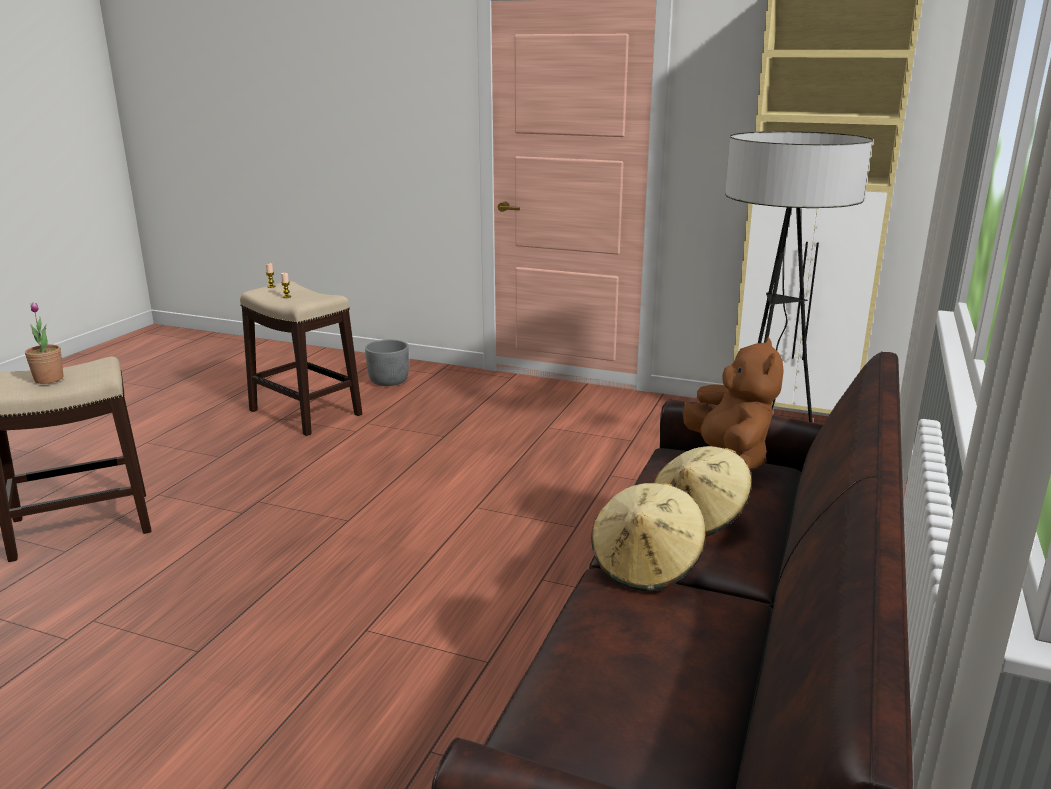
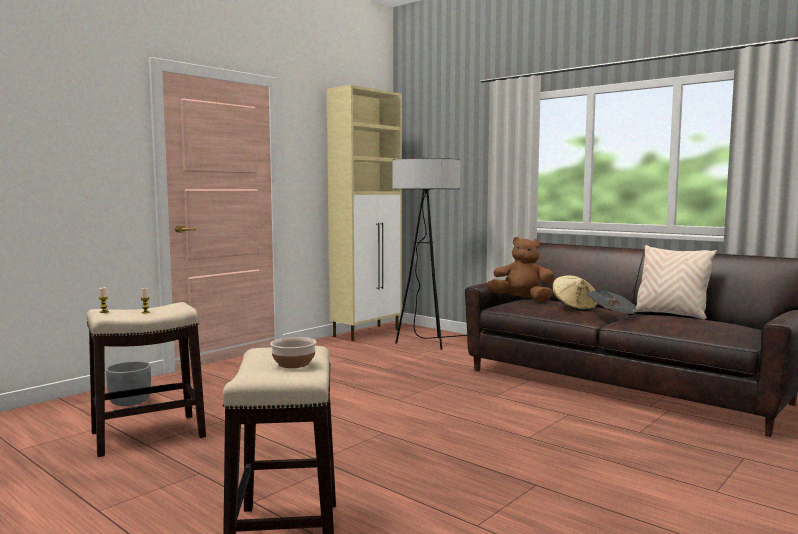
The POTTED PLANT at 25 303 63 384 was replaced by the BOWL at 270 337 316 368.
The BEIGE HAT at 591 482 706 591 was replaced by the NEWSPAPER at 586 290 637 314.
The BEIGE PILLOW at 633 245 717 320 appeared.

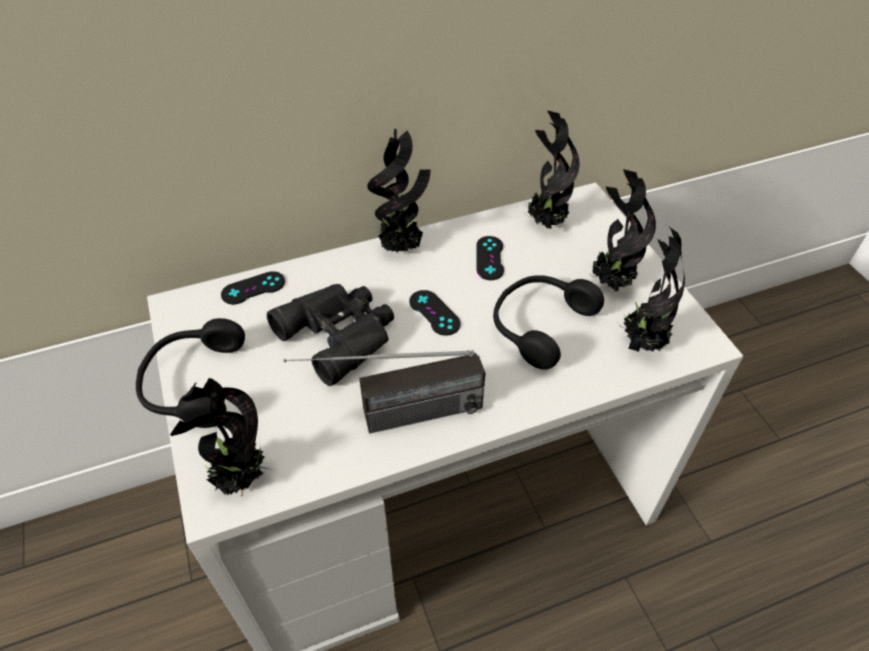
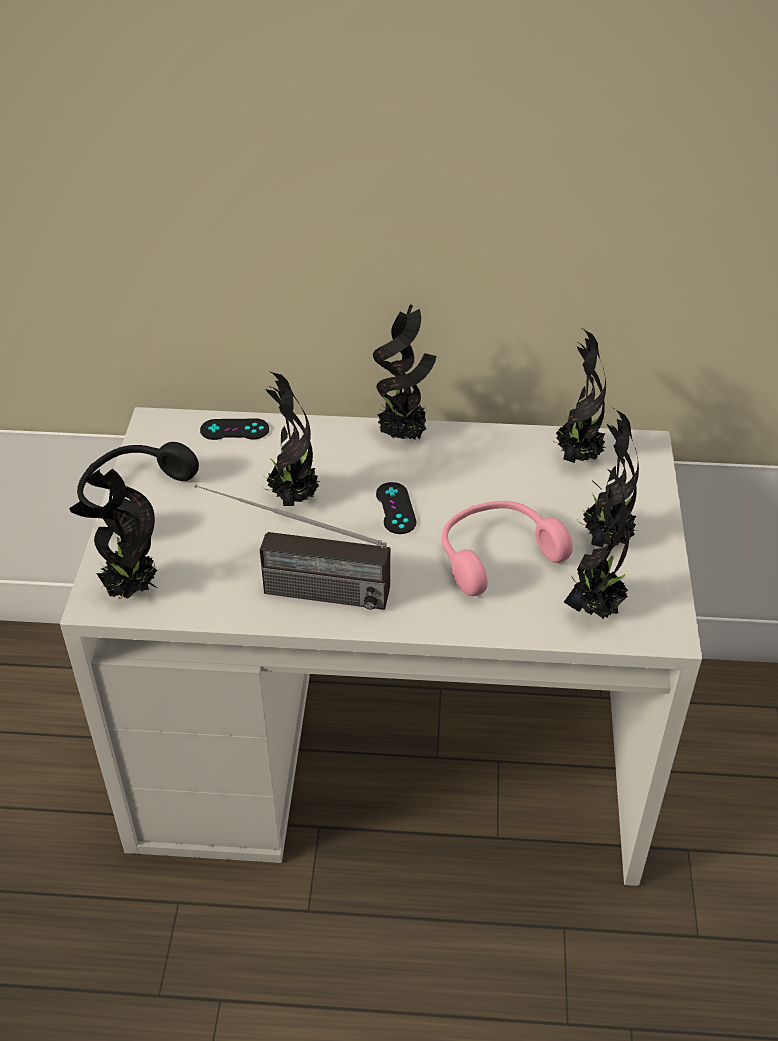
The BLACK BINOCULARS at 267 284 394 386 was replaced by the POTTED PLANT at 262 372 320 506.
The BLACK HEADPHONES at 493 275 604 370 became the PINK HEADPHONES at 442 501 573 596.
The BLACK GAME CONTROLLER at 476 236 504 280 disappeared.

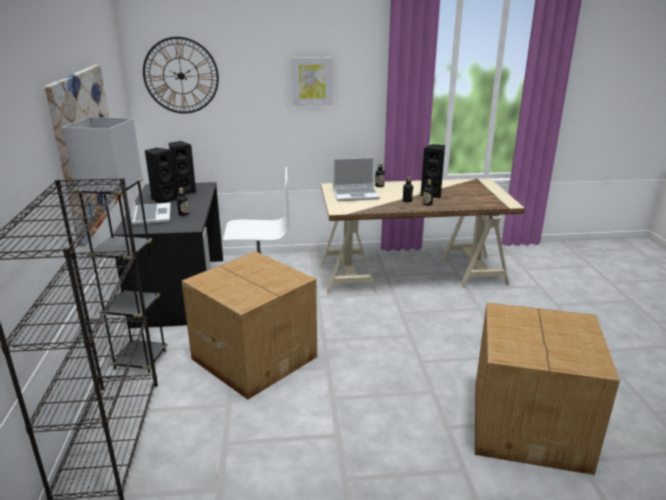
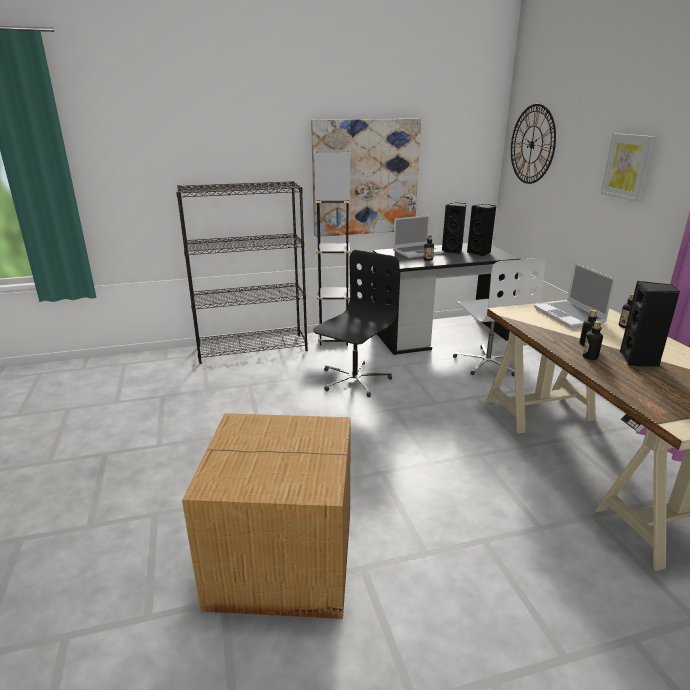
The CARDBOARD BOX at 181 251 317 400 was replaced by the BLACK OFFICE CHAIR at 313 250 400 397.

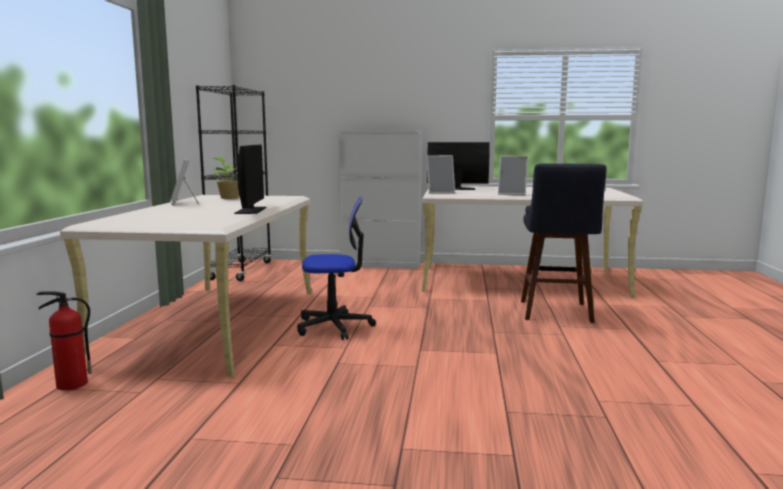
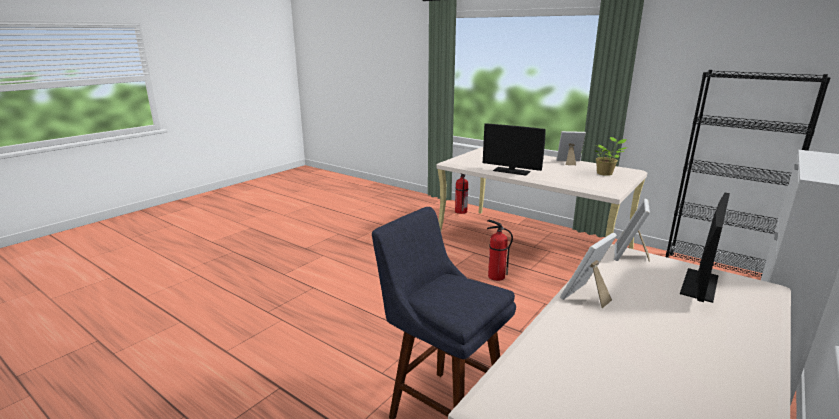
The OFFICE CHAIR at 297 197 376 340 was replaced by the FIRE EXTINGUISHER at 487 220 513 281.

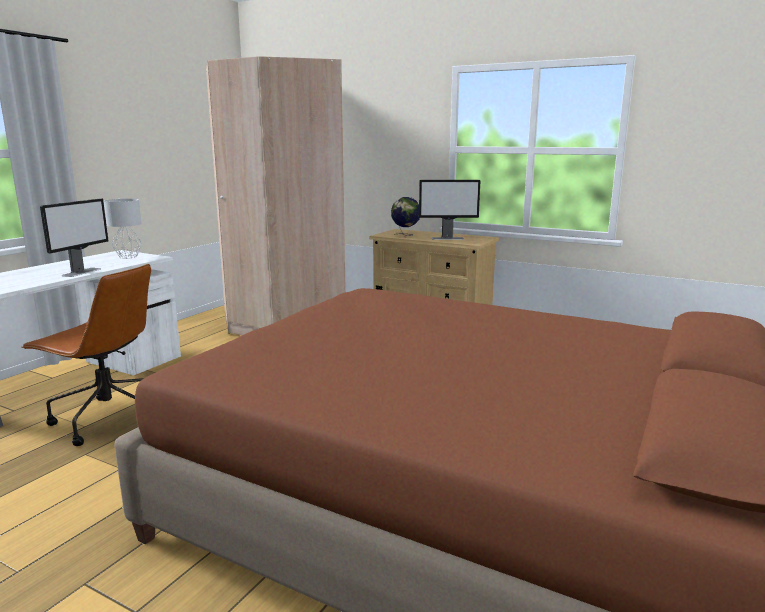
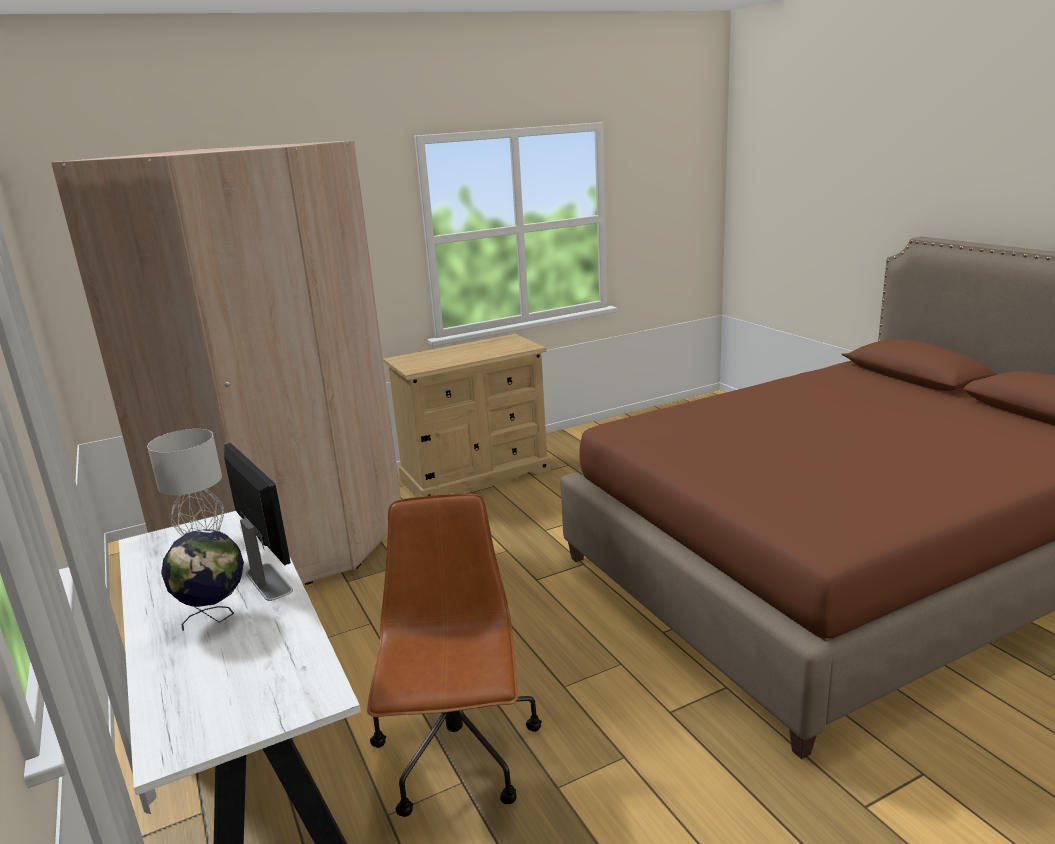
The GLOBE moved from 391 197 420 236 to 161 529 244 631.
The BROWN OFFICE CHAIR at 21 264 151 446 turned 60 degrees counterclockwise.
The MONITOR at 419 180 480 240 disappeared.

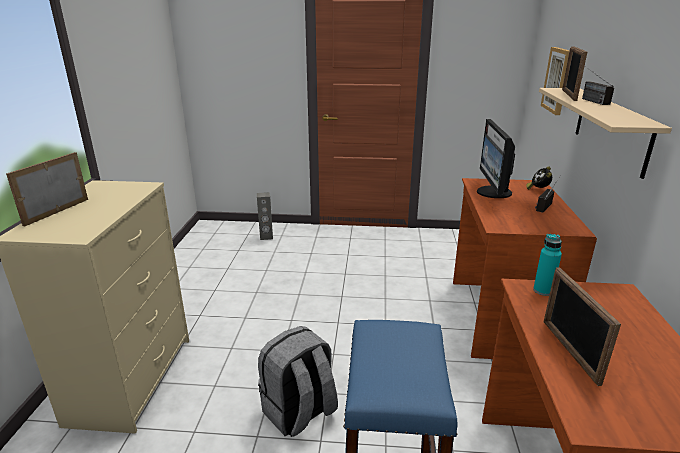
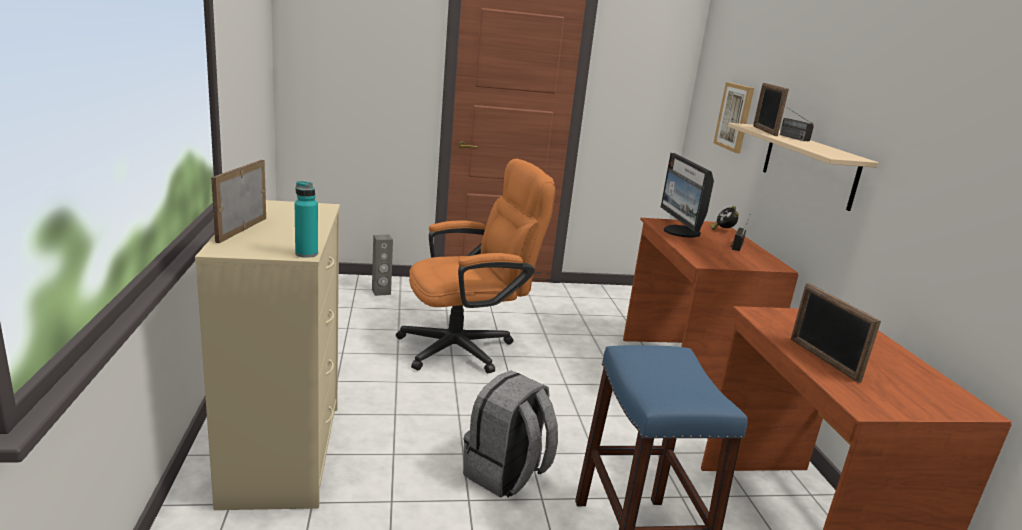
The TURQUOISE BOTTLE moved from 533 234 562 296 to 295 181 318 258.
The ORANGE OFFICE CHAIR at 396 159 555 374 appeared.

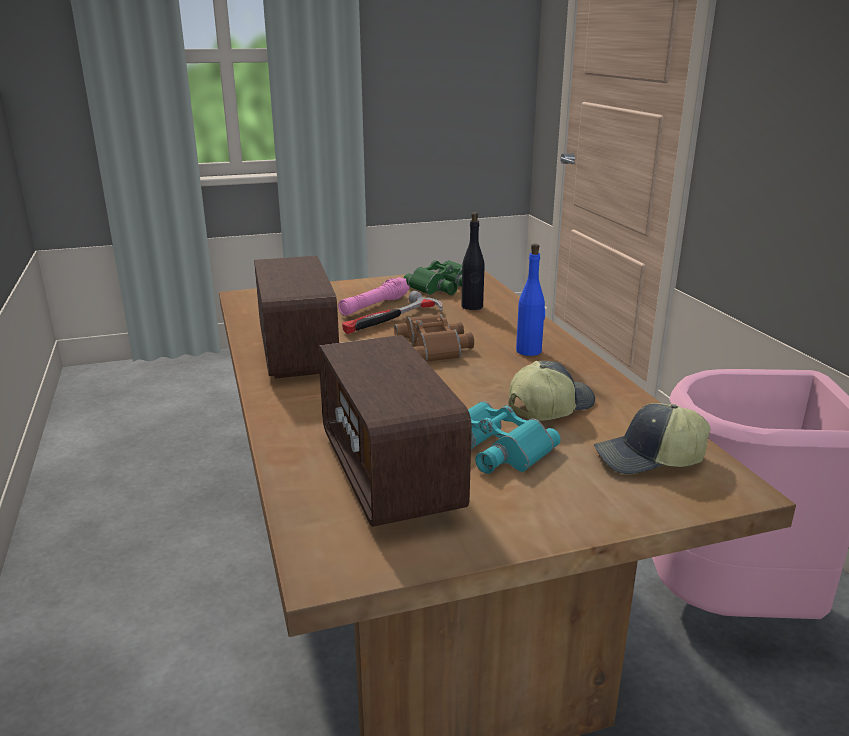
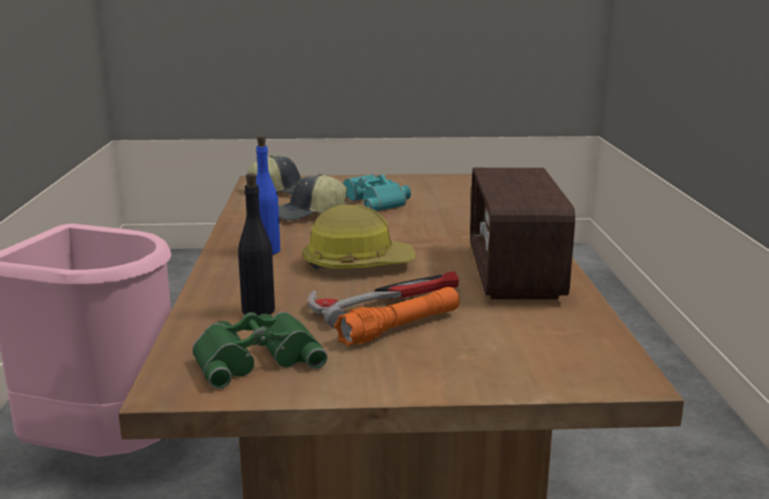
The BROWN BINOCULARS at 394 314 474 362 was replaced by the HARD HAT at 302 205 415 270.
The PINK FLASHLIGHT at 338 277 409 316 became the ORANGE FLASHLIGHT at 334 287 460 346.
The RADIO at 318 335 472 527 disappeared.

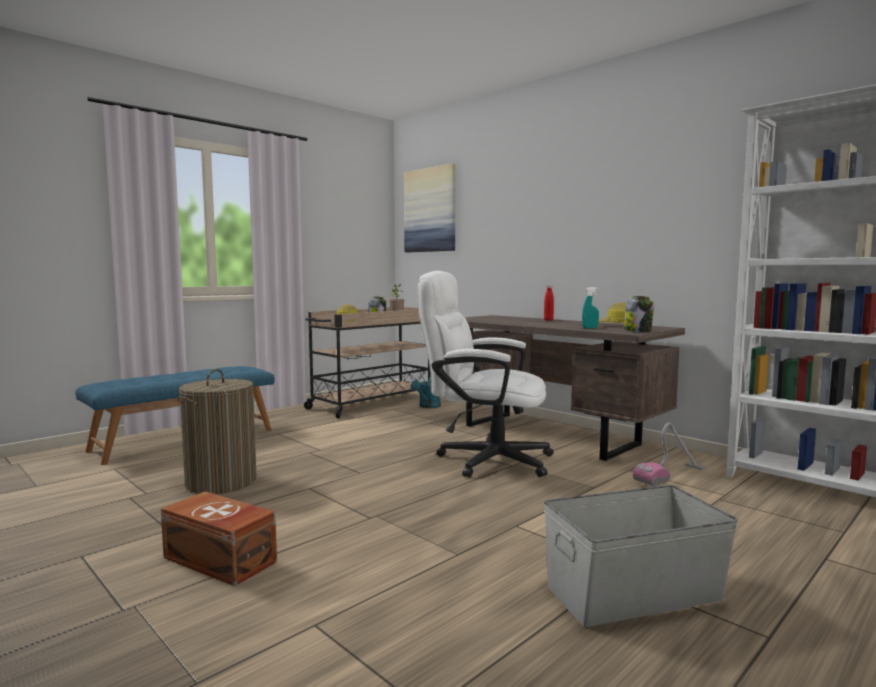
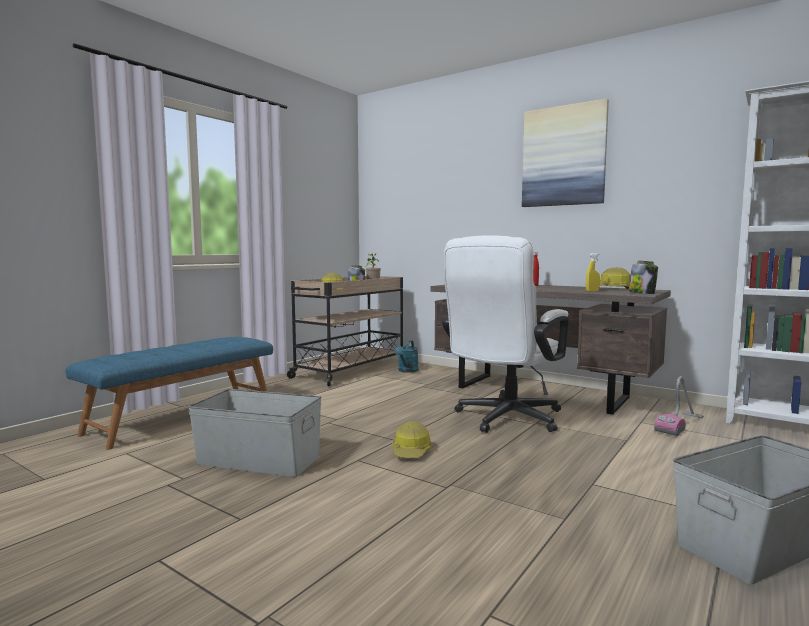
The LAUNDRY BASKET at 177 369 257 494 was replaced by the GREY STORAGE BOX at 188 389 322 477.
The HARD HAT at 392 421 432 458 appeared.
The WHITE OFFICE CHAIR at 418 271 554 478 turned 60 degrees counterclockwise.
The PICTURE moved from 404 163 455 252 to 522 98 609 207.
The TURQUOISE SPRAY BOTTLE at 582 287 599 328 became the YELLOW SPRAY BOTTLE at 586 253 600 292.
The BROWN STORAGE BOX at 161 491 277 586 disappeared.

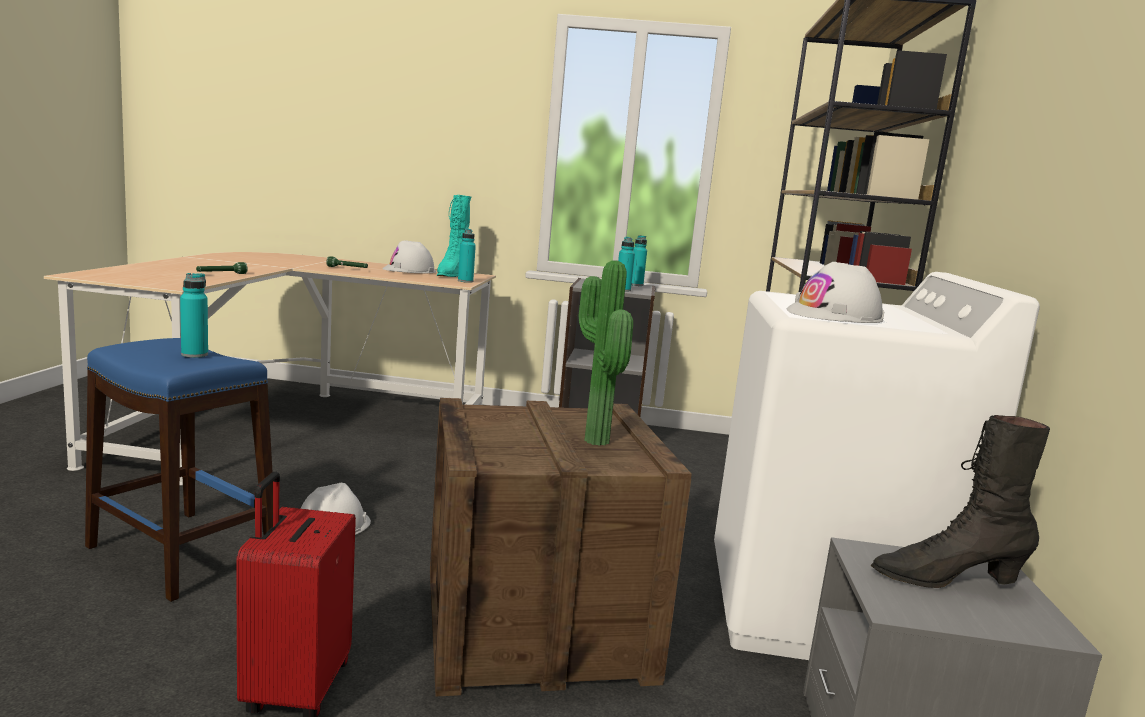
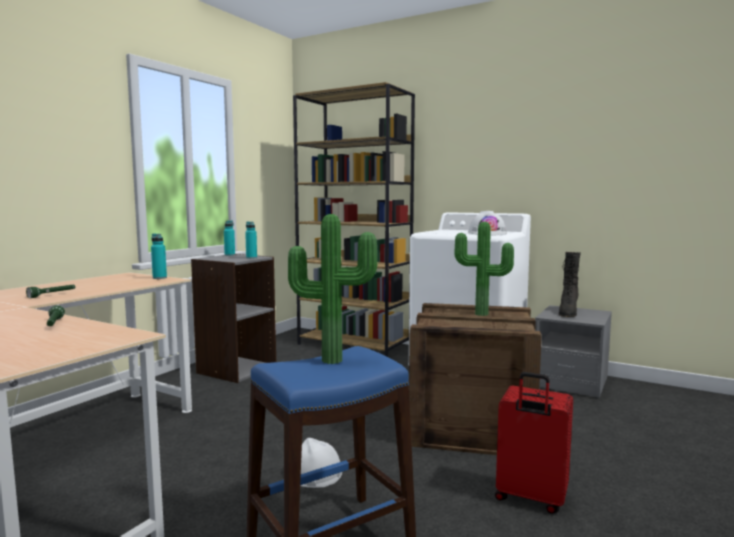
The TURQUOISE BOTTLE at 180 273 208 358 was replaced by the POTTED PLANT at 288 214 377 364.
The WHITE HARD HAT at 383 240 436 273 disappeared.
The TURQUOISE BOOT at 437 195 471 277 disappeared.

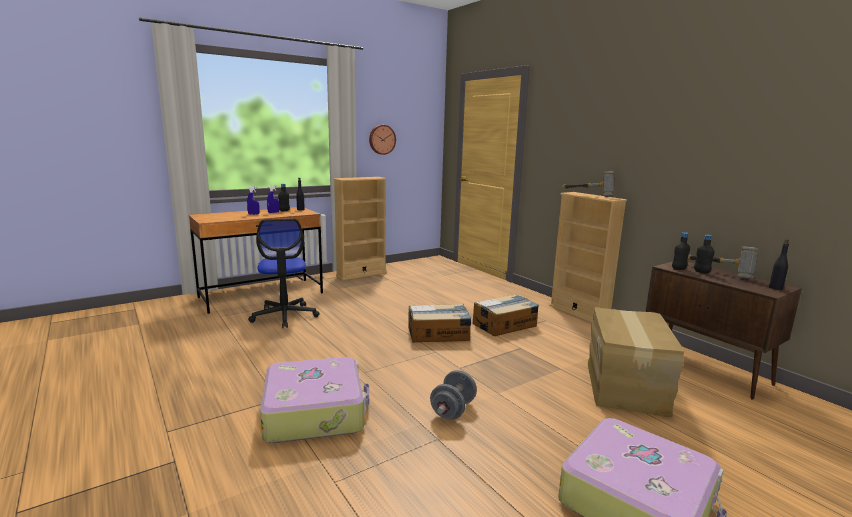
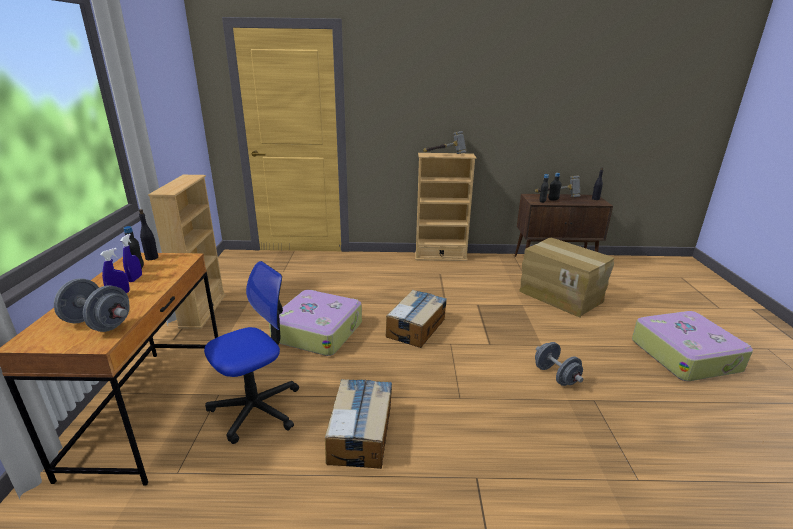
The GREY DUMBBELL at 54 278 130 332 appeared.
The OFFICE CHAIR at 248 219 320 328 turned 60 degrees counterclockwise.
The SUITCASE moved from 260 357 369 443 to 269 290 362 356.
The CARDBOARD BOX moved from 473 294 539 336 to 325 379 392 469.
The WALL CLOCK at 369 125 396 155 disappeared.

